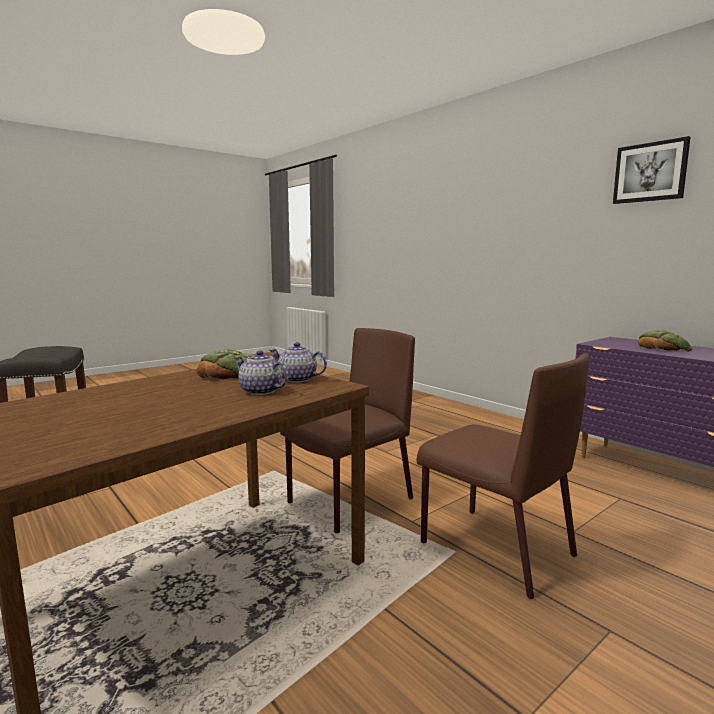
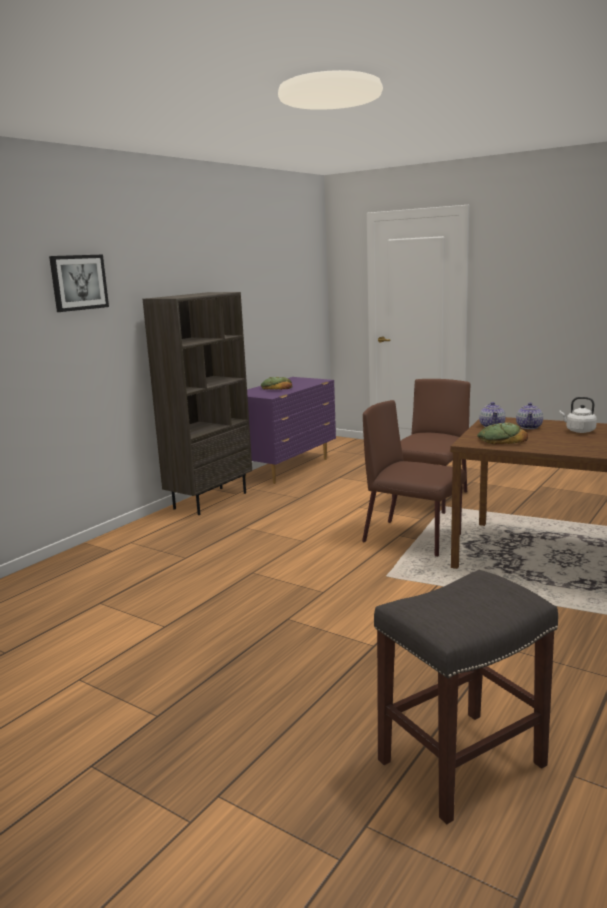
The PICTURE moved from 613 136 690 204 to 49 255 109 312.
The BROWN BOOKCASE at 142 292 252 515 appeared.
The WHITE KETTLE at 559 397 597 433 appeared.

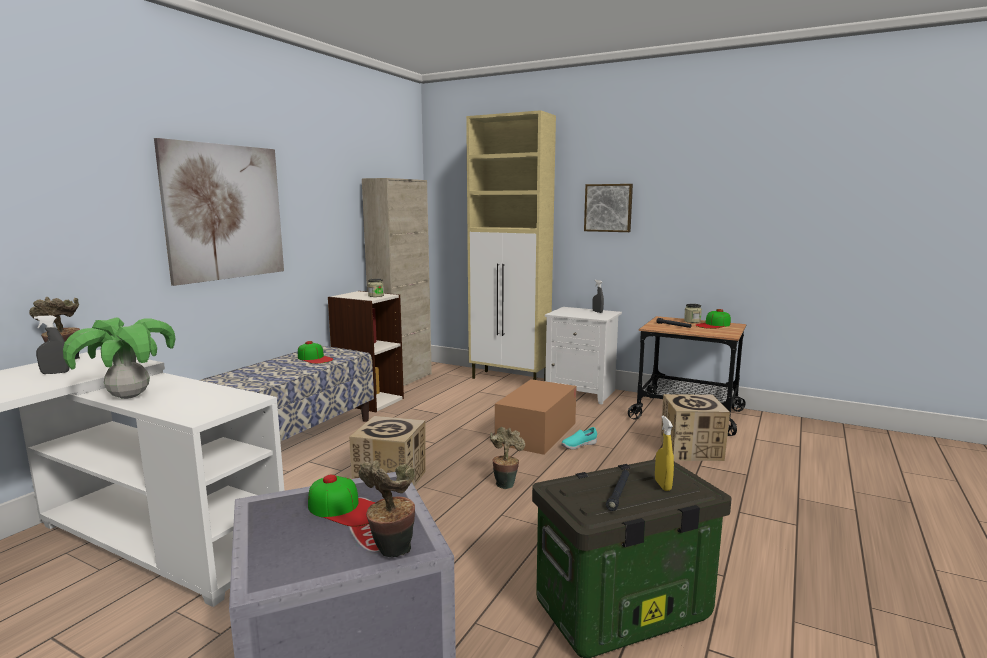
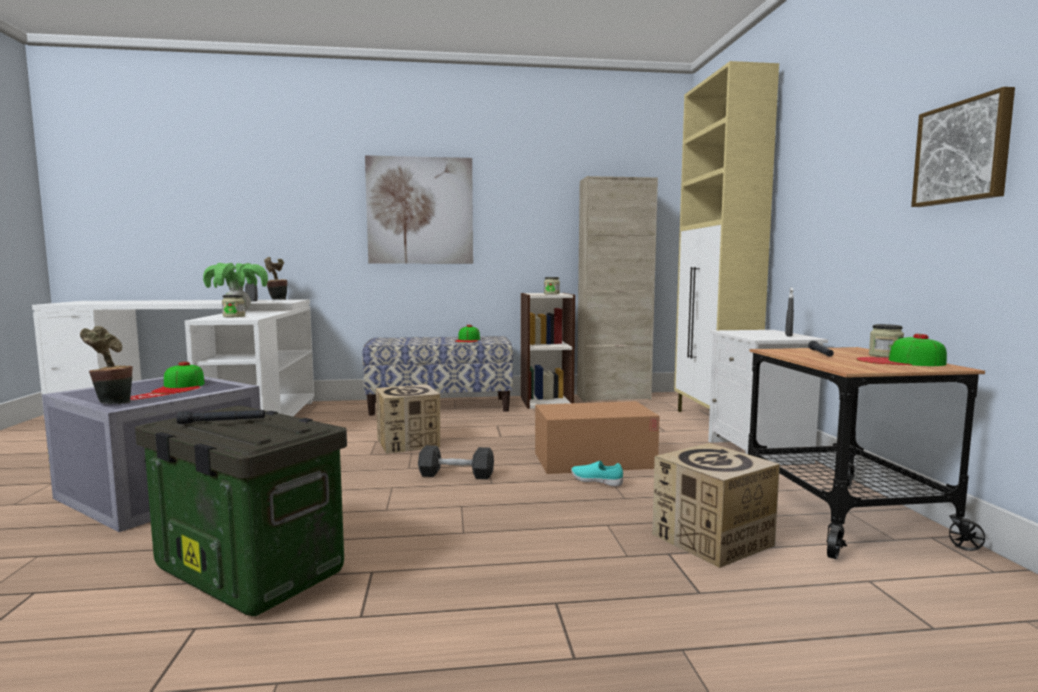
The JAR at 222 295 245 317 appeared.
The POTTED PLANT at 490 427 525 489 was replaced by the BLACK DUMBBELL at 418 445 494 479.
The PICTURE moved from 584 184 633 232 to 911 87 1015 207.
The YELLOW SPRAY BOTTLE at 655 416 674 491 disappeared.

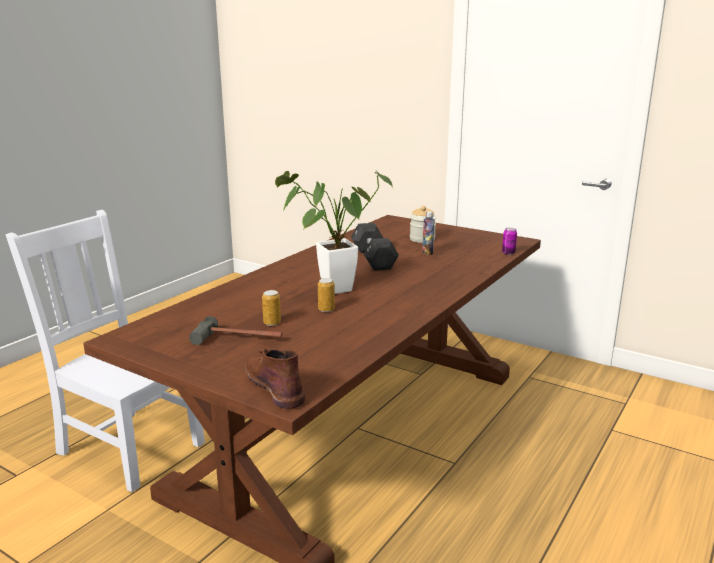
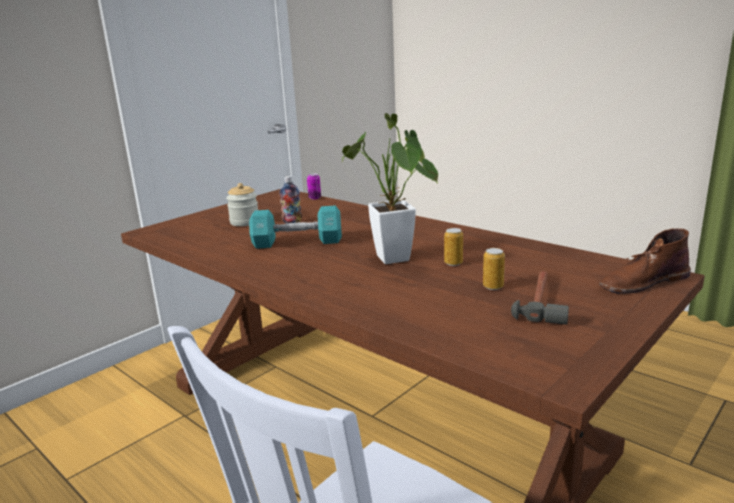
The BLACK DUMBBELL at 351 223 399 271 became the TURQUOISE DUMBBELL at 249 205 342 249.

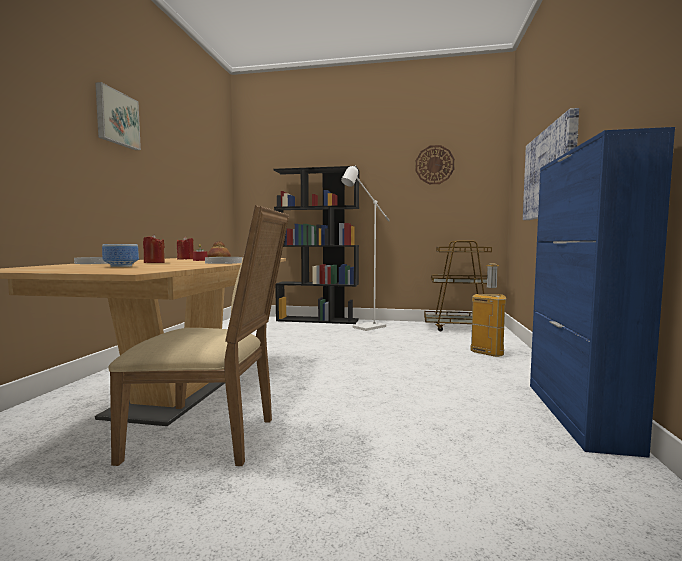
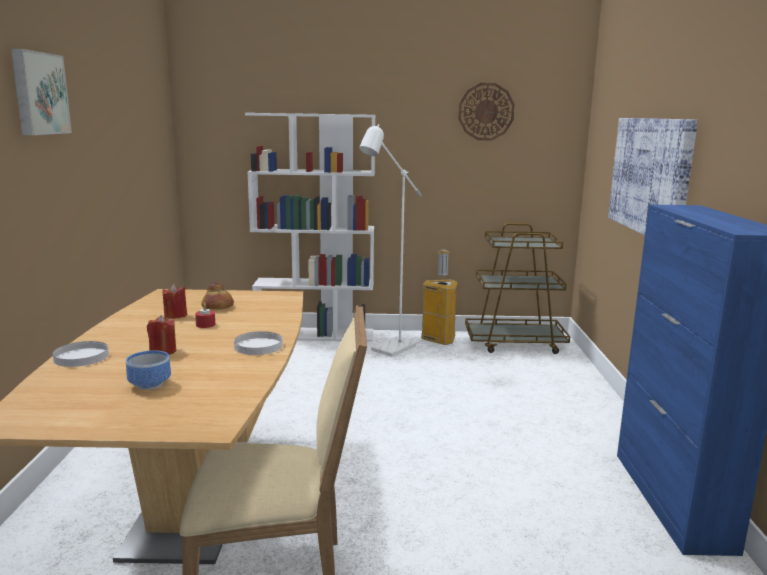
The BLACK BOOKCASE at 273 166 359 324 became the WHITE BOOKCASE at 245 113 375 342.
The TRASH CAN moved from 470 264 506 357 to 421 250 458 345.

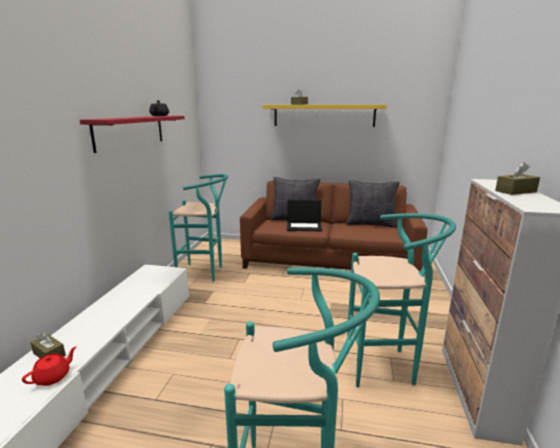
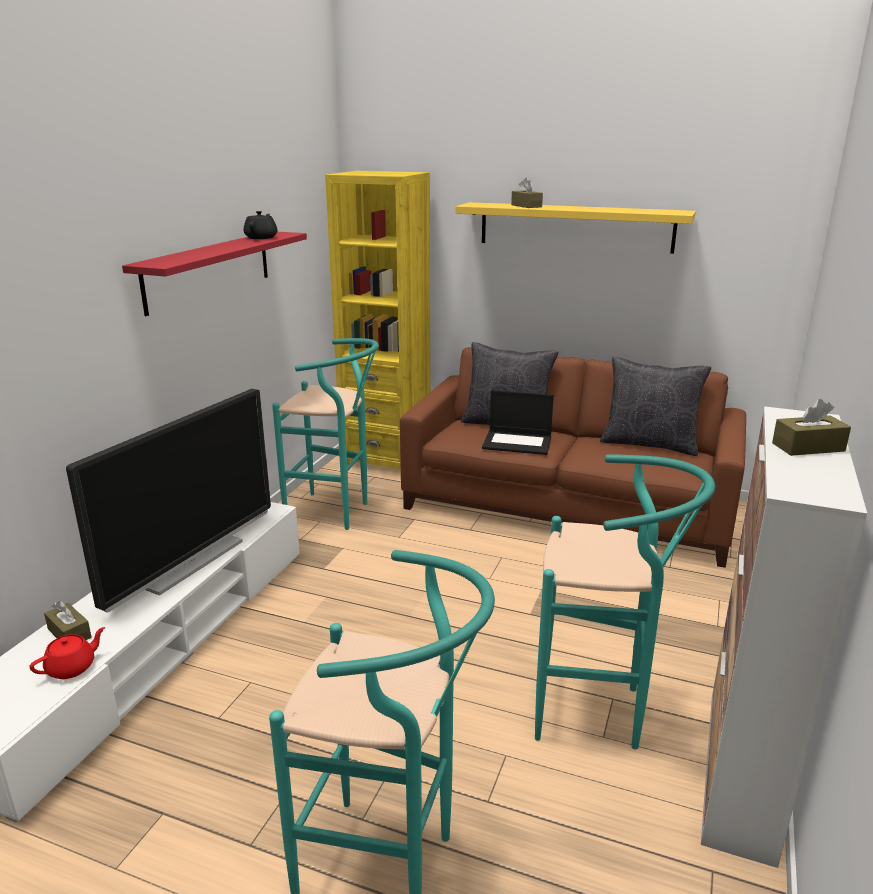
The TELEVISION at 66 389 271 613 appeared.
The YELLOW BOOKCASE at 325 171 430 469 appeared.

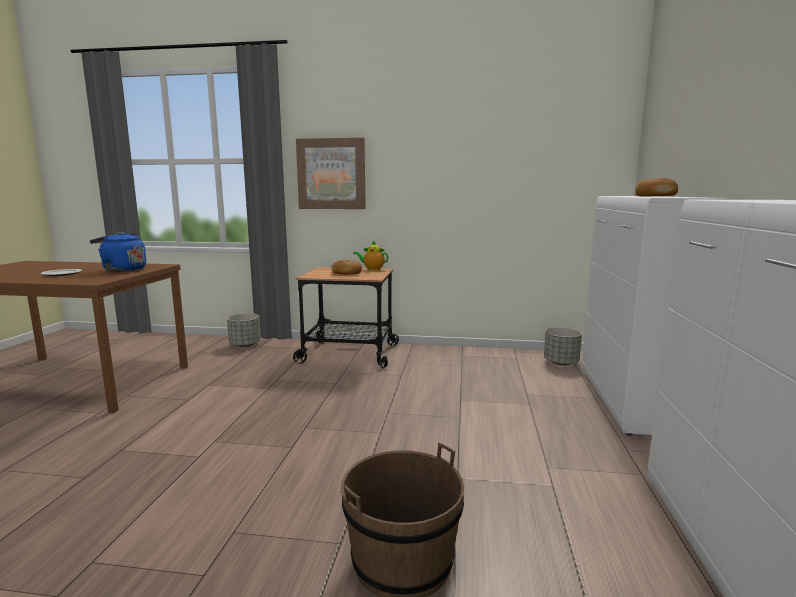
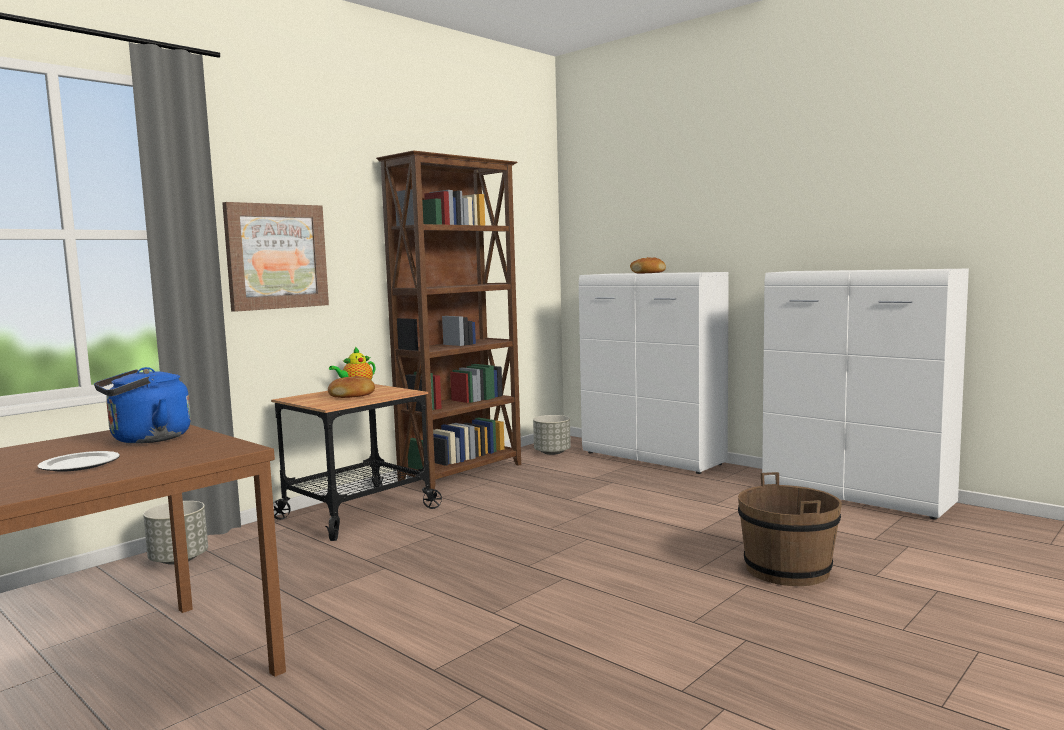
The BROWN BOOKCASE at 376 150 521 492 appeared.

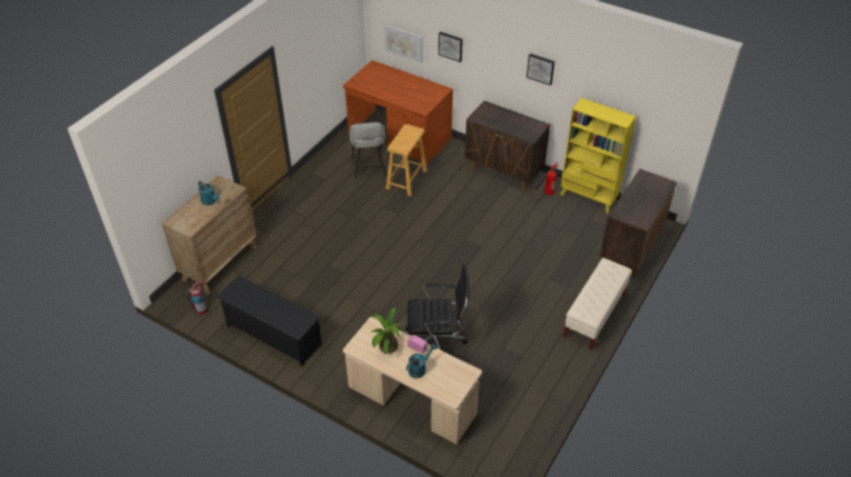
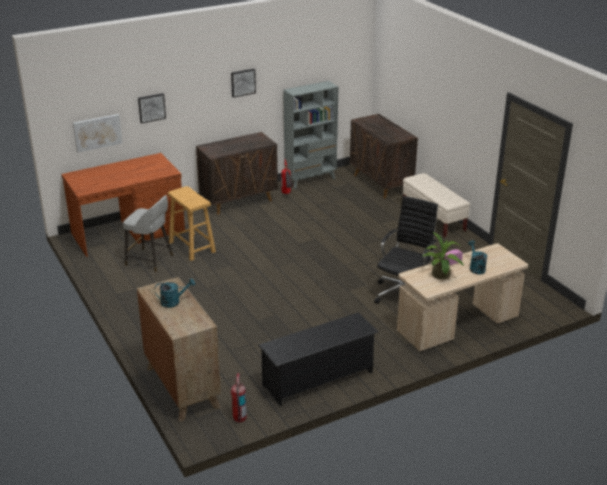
The YELLOW BOOKCASE at 560 98 636 213 became the GREY BOOKCASE at 283 81 338 189.

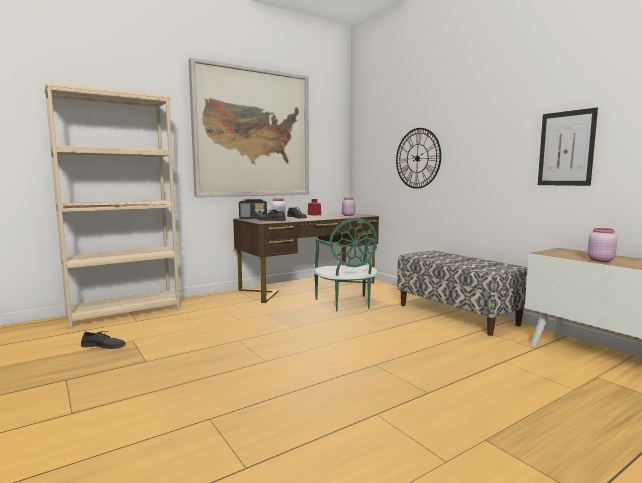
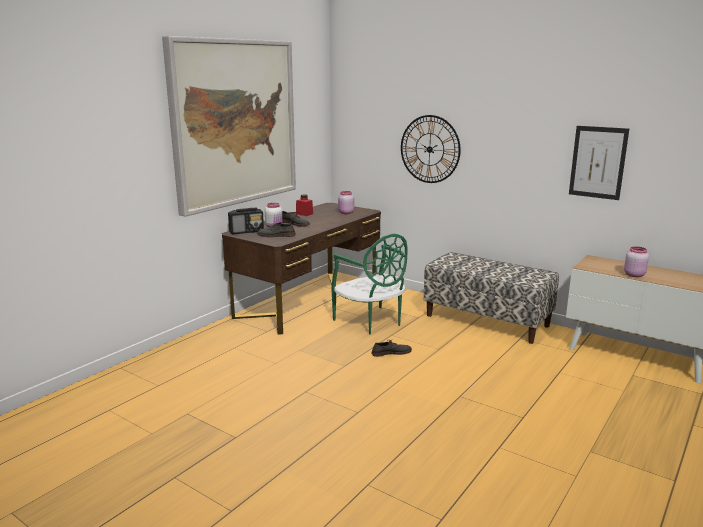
The GREY SHOE moved from 81 331 126 349 to 371 339 412 357.
The BEIGE BOOKCASE at 45 82 180 329 disappeared.

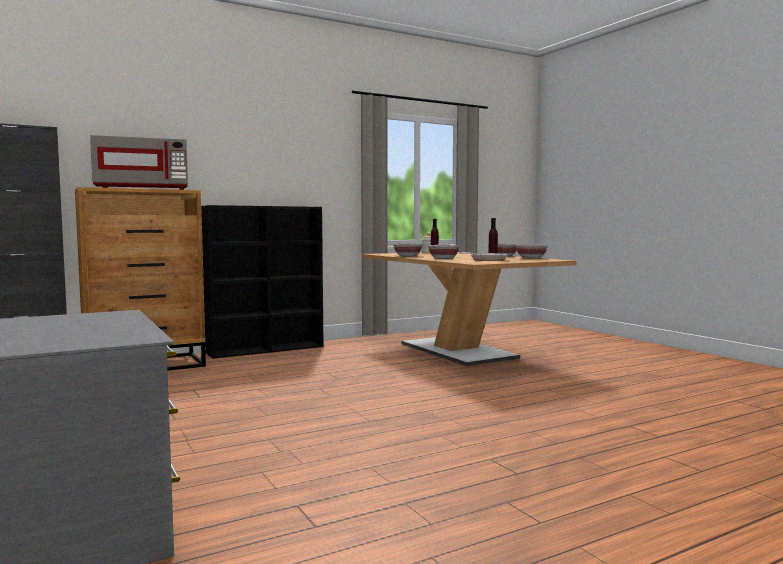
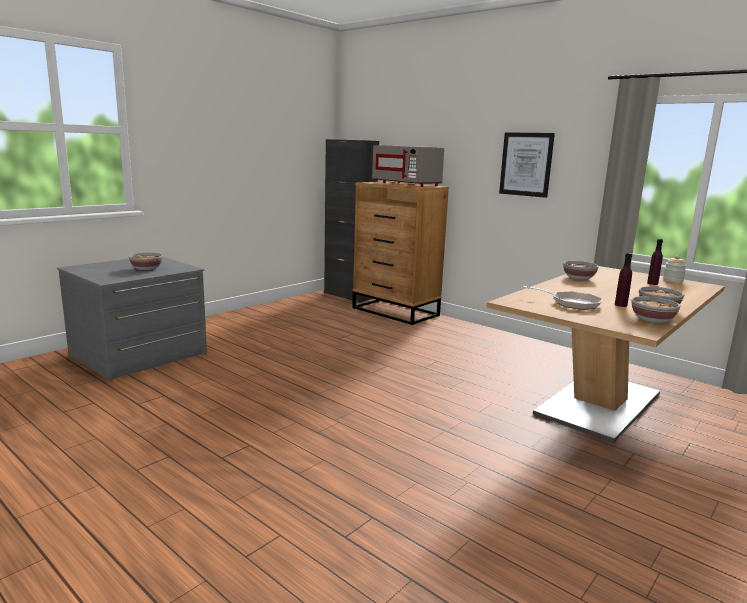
The BOWL moved from 428 245 459 259 to 129 252 163 270.
The PICTURE at 499 132 555 198 appeared.
The BLACK BOOKCASE at 201 205 324 359 disappeared.

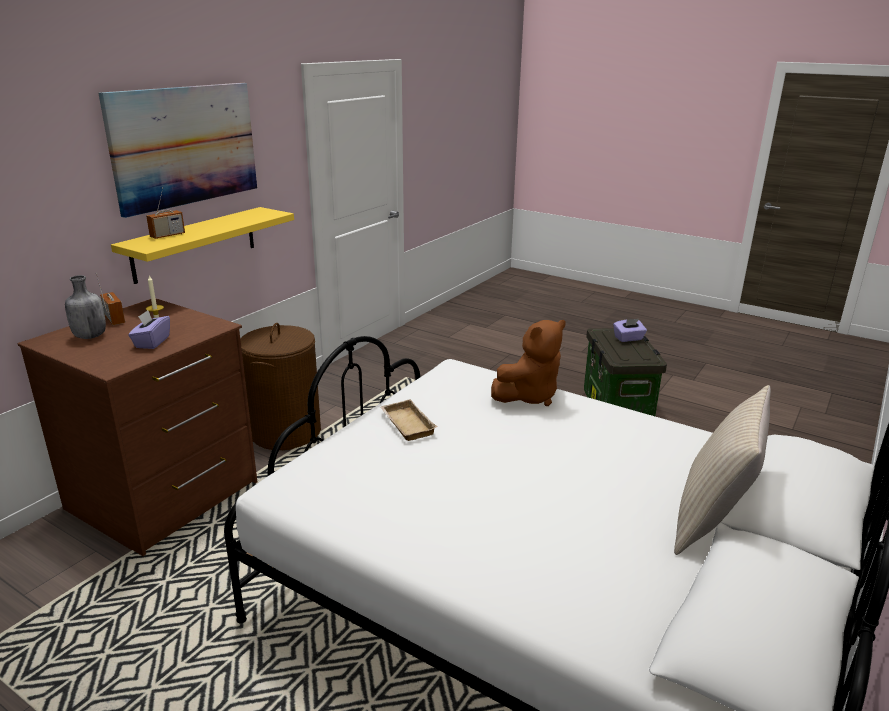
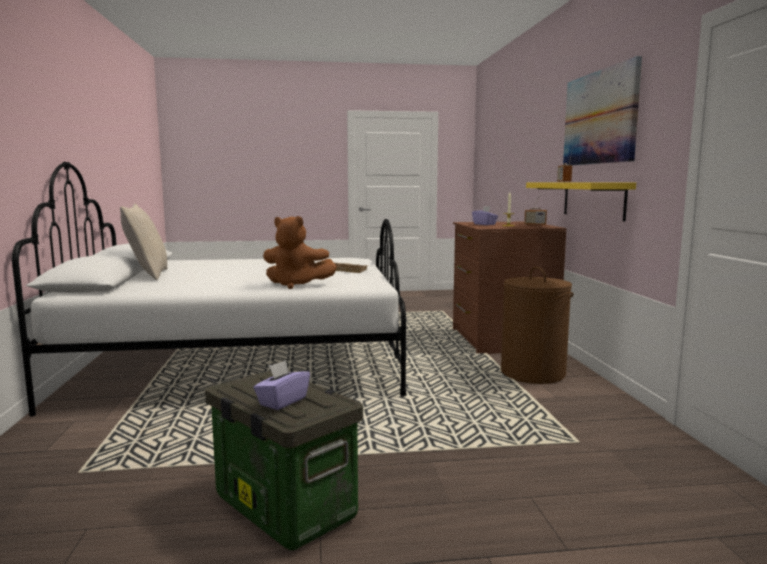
The BROWN PLUSH TOY at 491 320 566 406 turned 90 degrees counterclockwise.
The GREY BOTTLE at 65 275 106 339 disappeared.

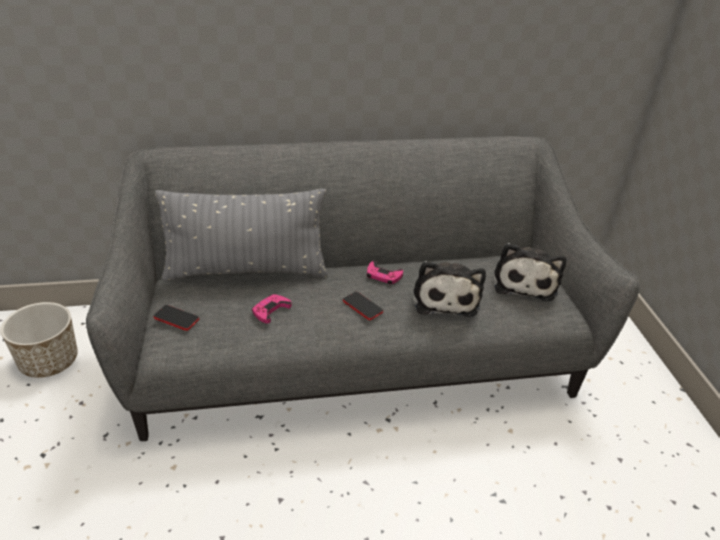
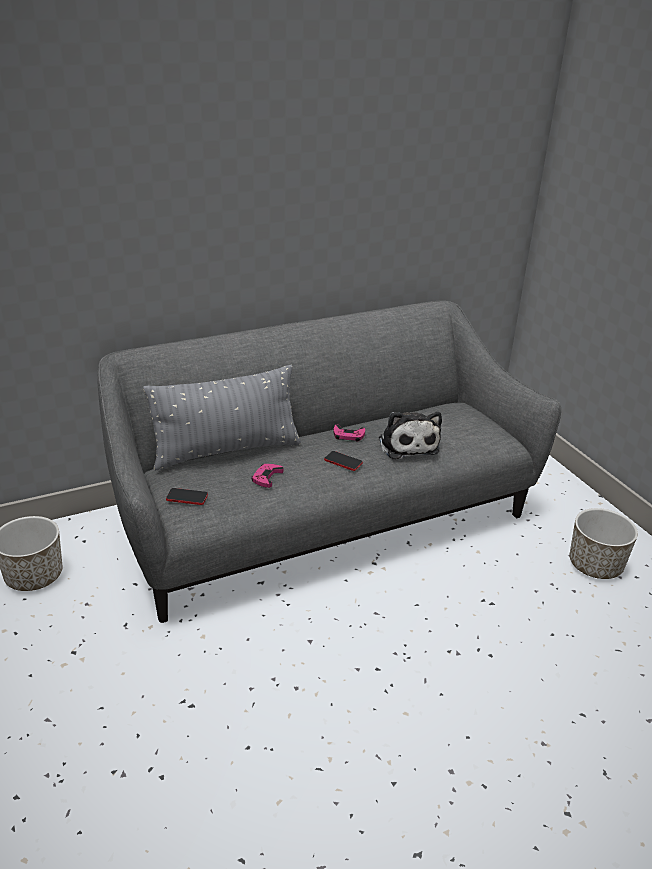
The PLANTER at 570 508 638 579 appeared.
The PLUSH TOY at 493 243 566 301 disappeared.

